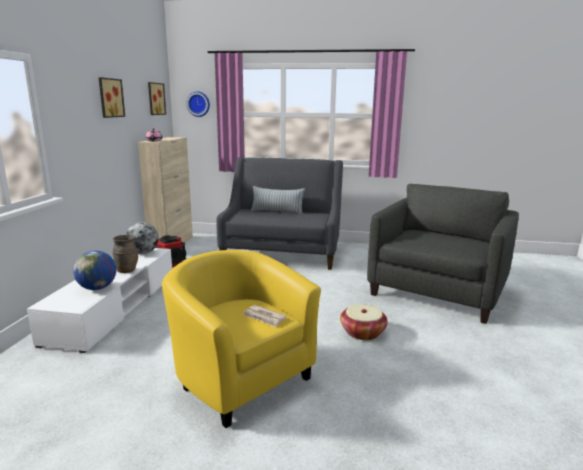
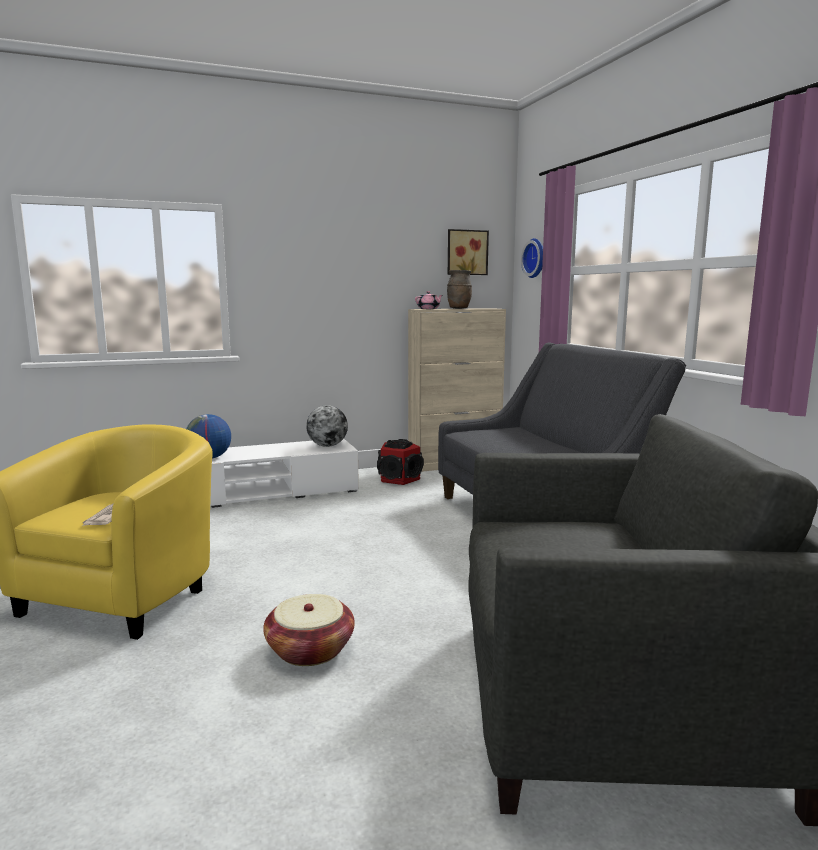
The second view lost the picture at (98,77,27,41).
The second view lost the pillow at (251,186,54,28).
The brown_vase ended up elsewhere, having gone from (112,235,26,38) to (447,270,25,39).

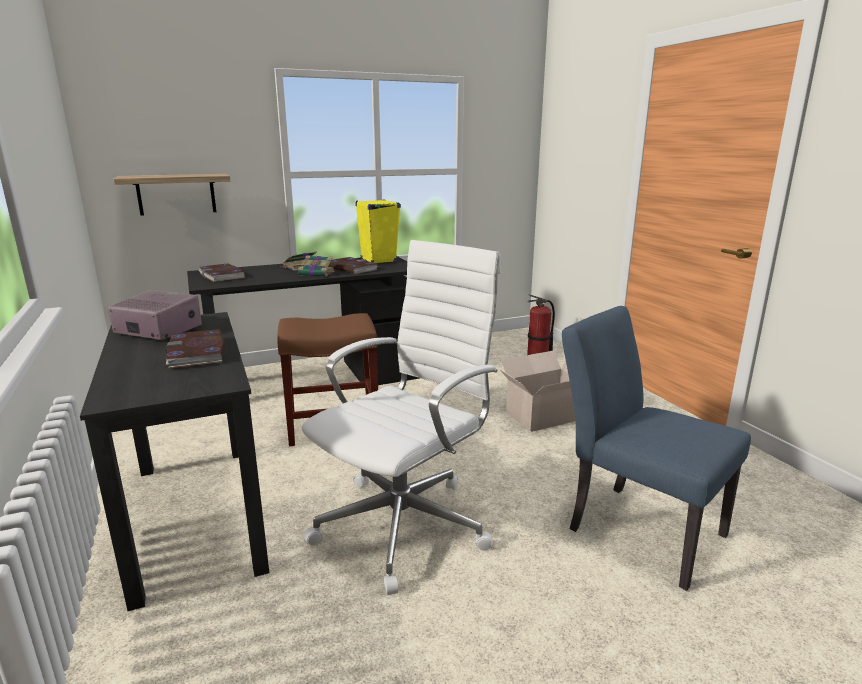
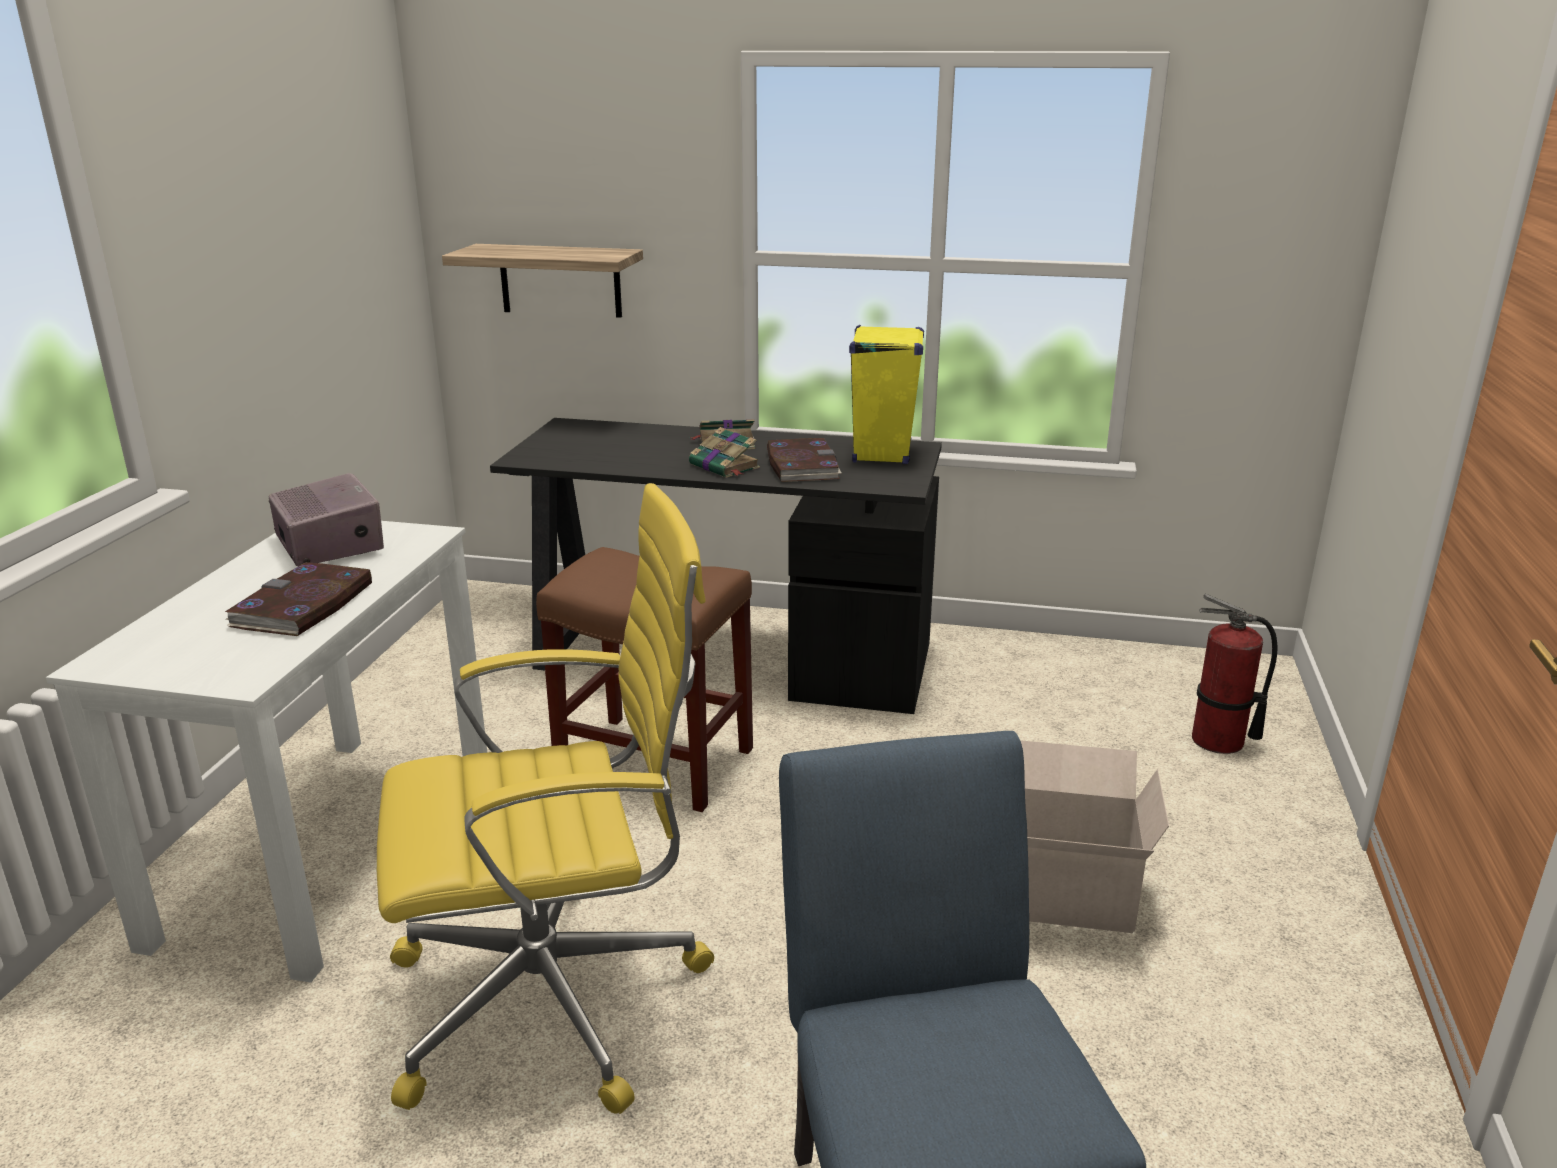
What was the white_office_chair at (302,240,199,355) turned into the yellow_office_chair at (377,483,337,631).
The second view lost the book at (198,263,47,19).
What was the black_desk at (80,312,189,299) turned into the white_desk at (46,521,441,462).

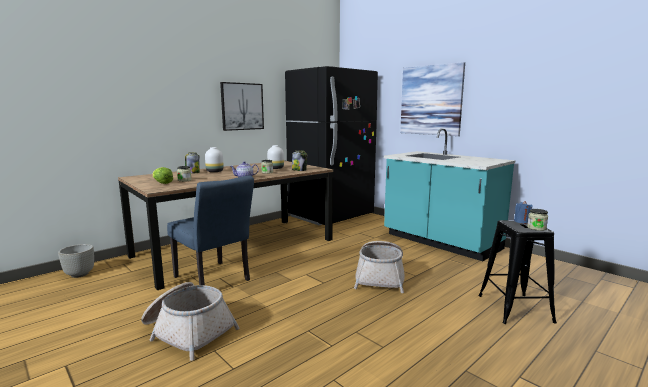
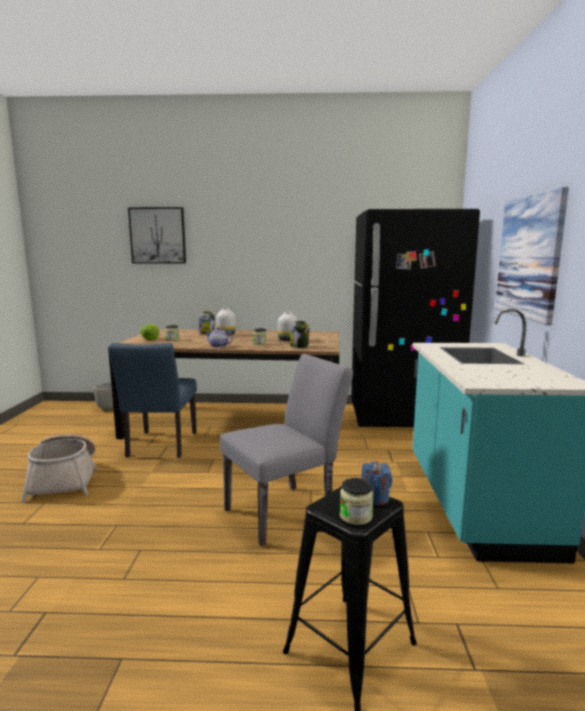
The picture ended up elsewhere, having gone from (220,82,44,49) to (128,207,58,56).
Where the basket stood at (354,241,50,52), the grey_chair came to stand at (220,354,133,193).

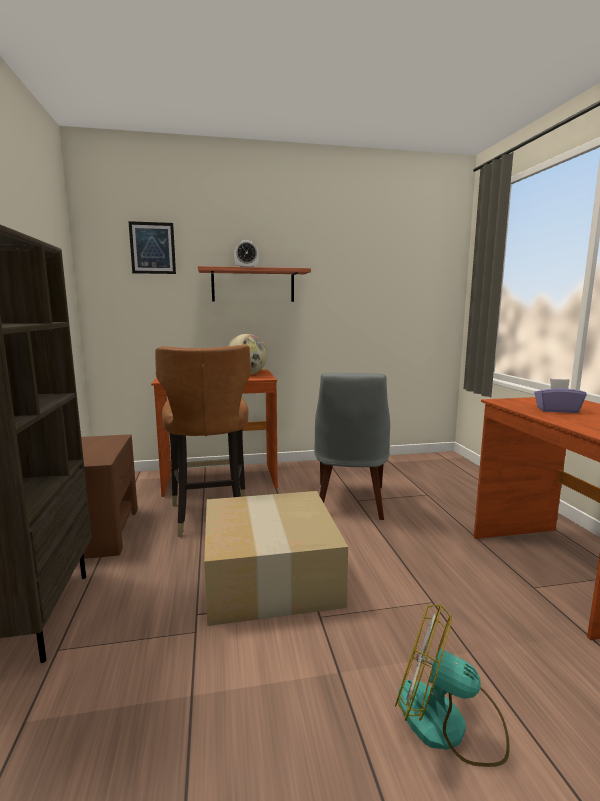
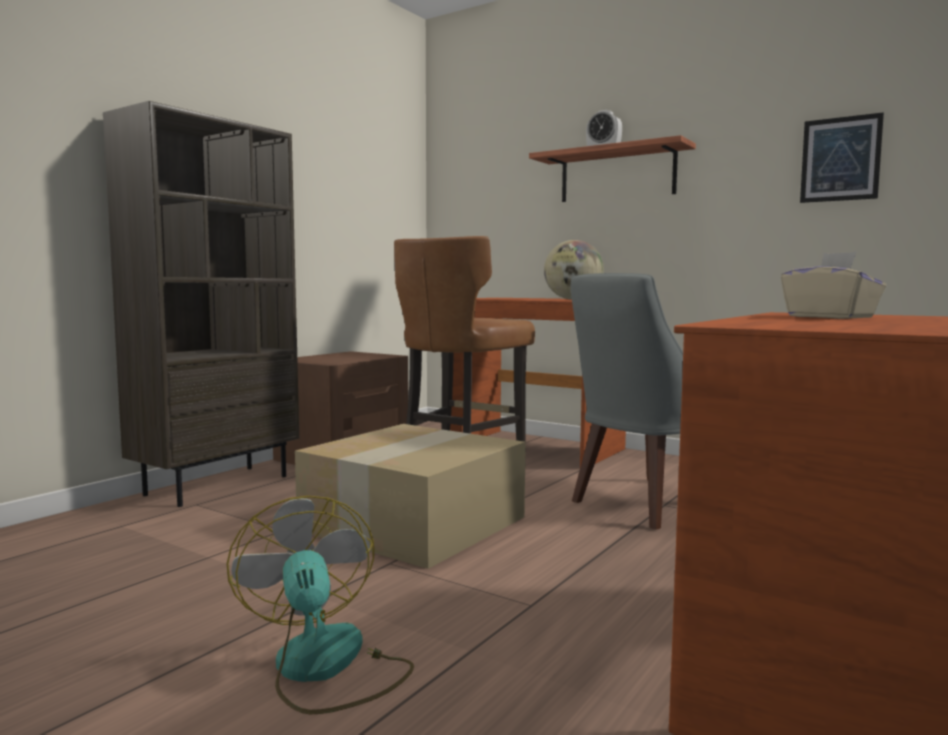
The picture ended up elsewhere, having gone from (129,221,47,53) to (800,112,84,91).
What was the purple_tissue_box at (534,379,53,34) turned into the beige_tissue_box at (781,251,105,68).

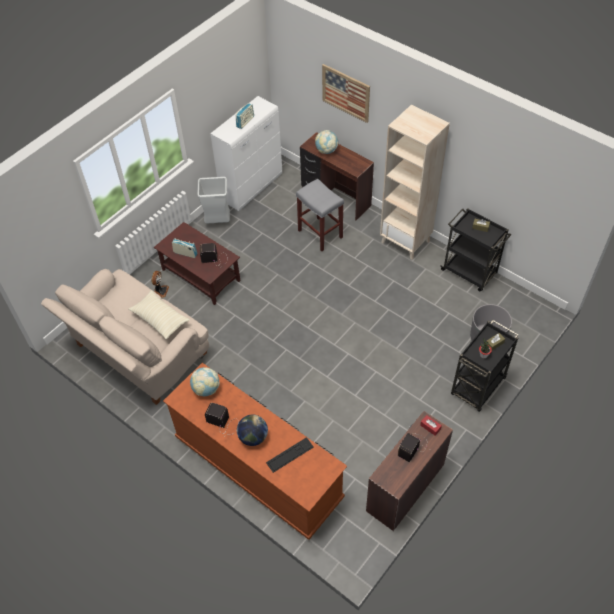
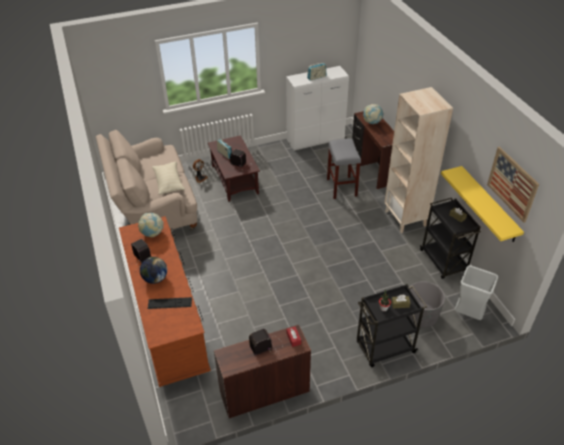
The picture ended up elsewhere, having gone from (322,64,48,59) to (487,147,52,76).
The grey_trash_can ended up elsewhere, having gone from (197,177,33,46) to (455,265,43,55).
The second view gained the yellow_shelf at (441,166,83,76).

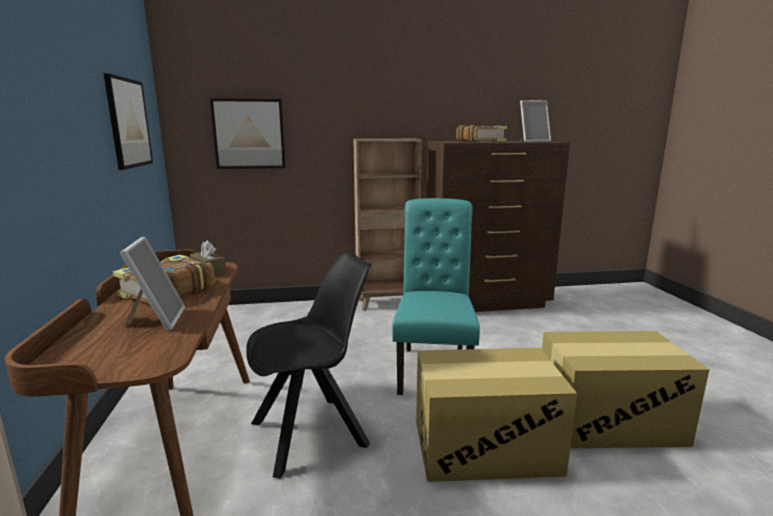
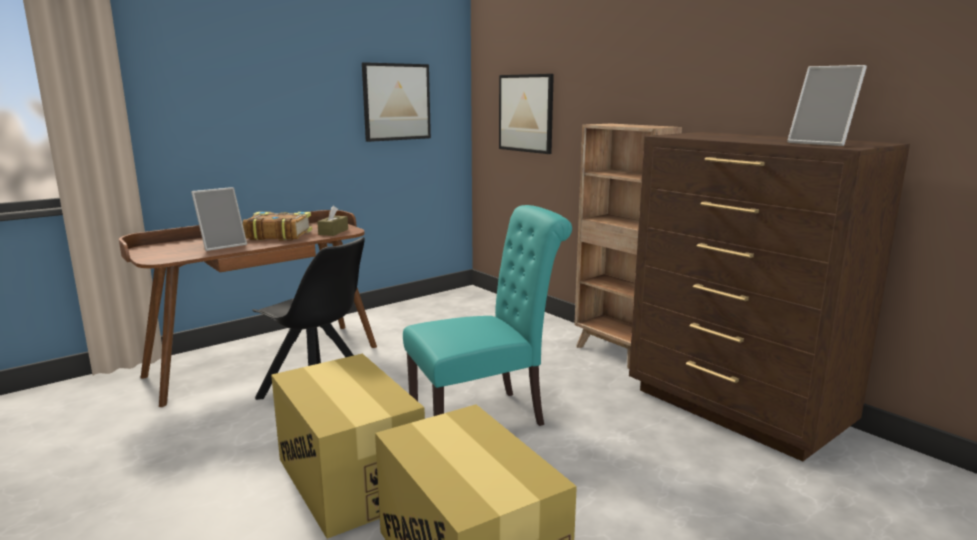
The second view lost the book at (456,125,51,17).

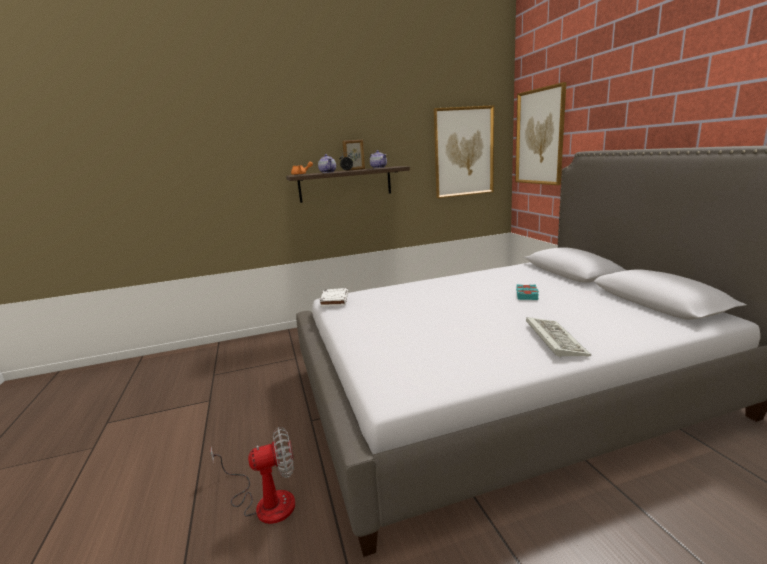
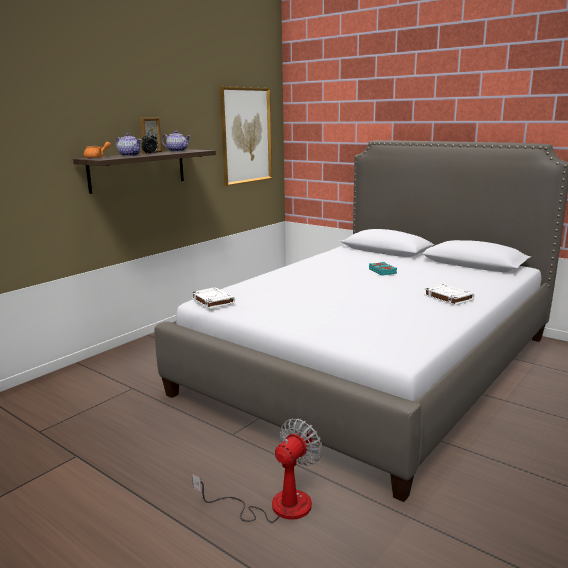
The second view lost the picture at (515,82,51,103).
Where the keyboard stood at (526,317,65,41), the white_book came to stand at (424,284,50,21).

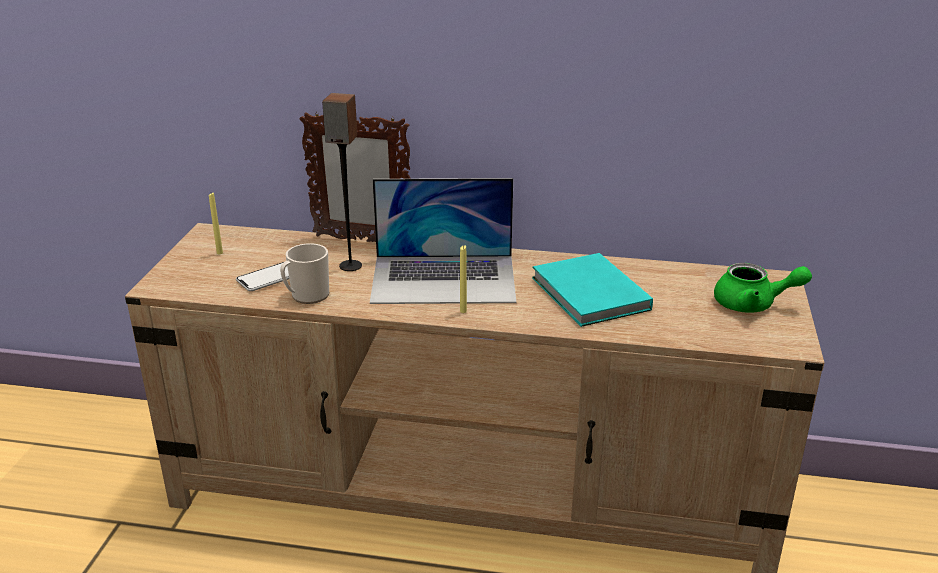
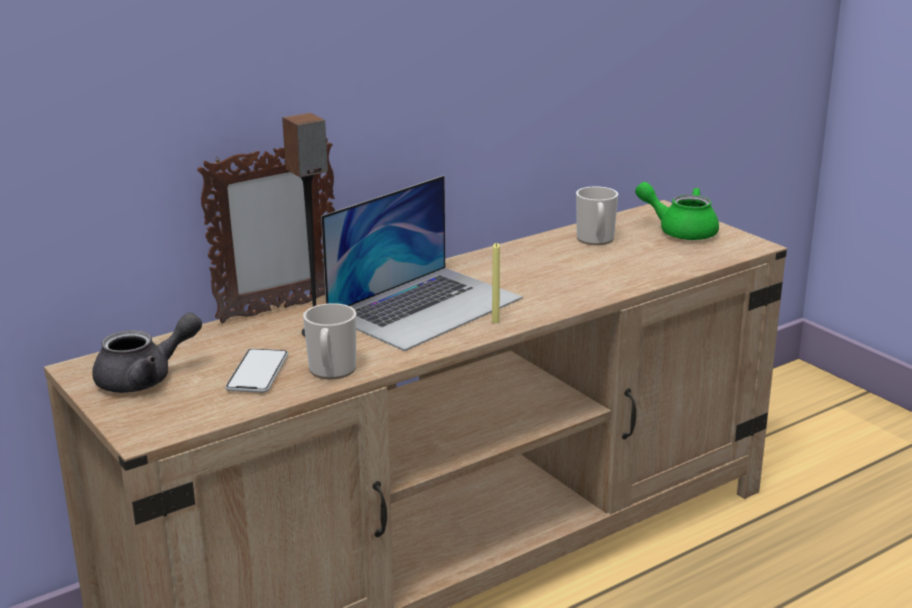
Where the yellow_candle stood at (209,193,14,61), the grey_teapot came to stand at (92,313,110,80).
The second view lost the turquoise_book at (532,253,121,74).
The green_teapot at (714,263,98,50) ended up facing another way, 120 degrees counterclockwise from before.
The second view gained the mug at (576,186,42,59).

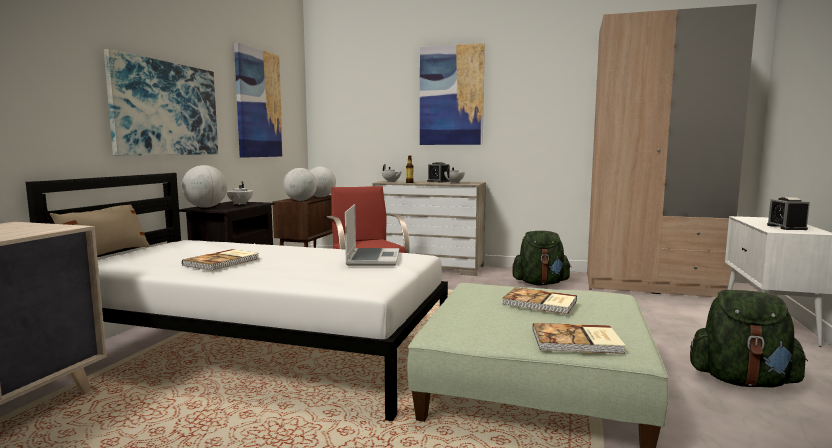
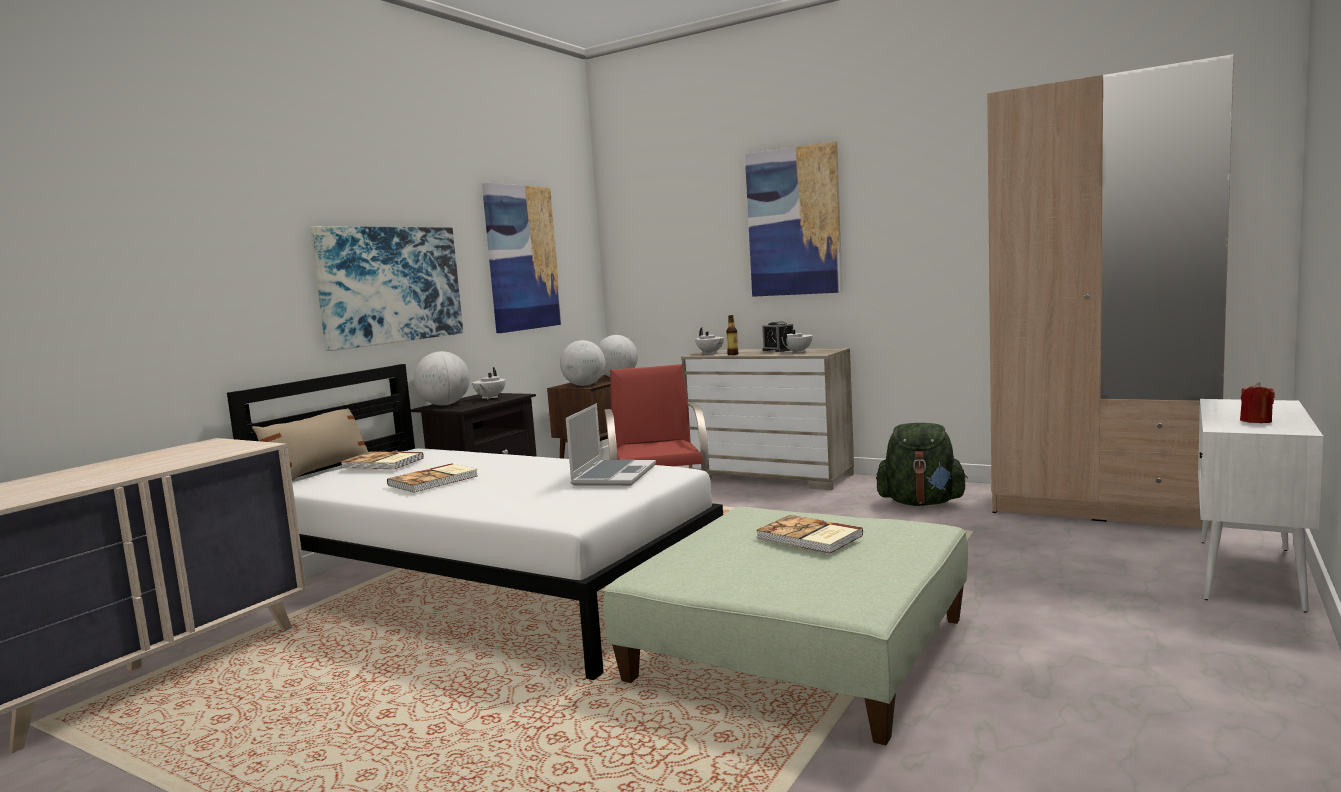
Where the alarm_clock stood at (767,197,43,33), the red_candle came to stand at (1240,382,35,41).
The second view lost the green_backpack at (690,290,118,98).
The book ended up elsewhere, having gone from (533,323,93,31) to (340,451,84,18).

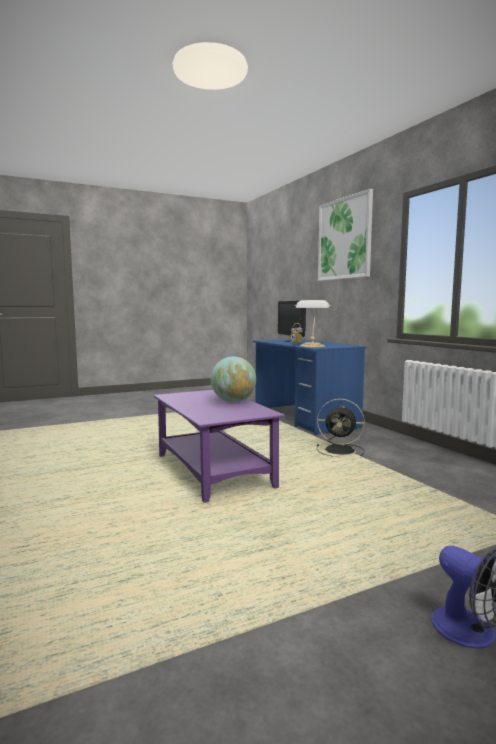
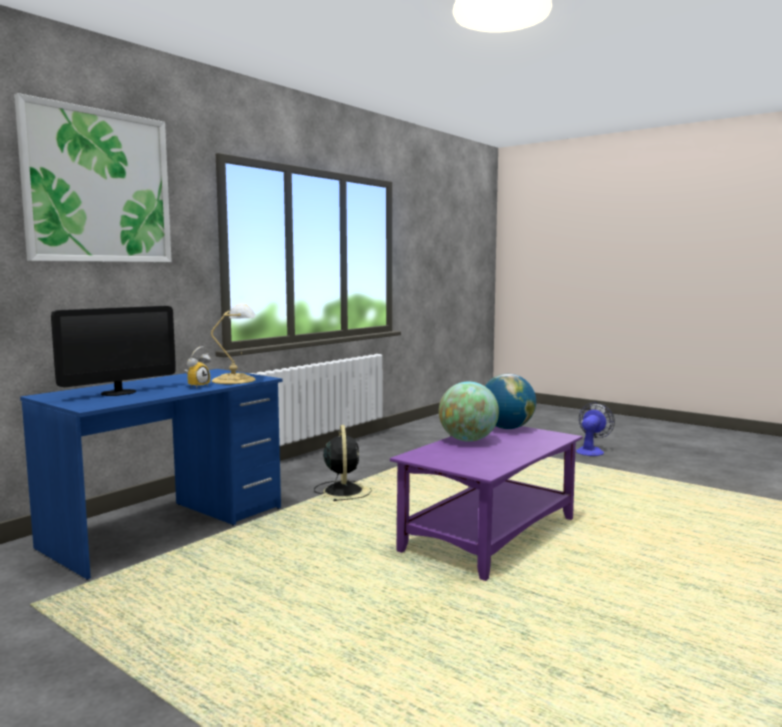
The second view gained the globe at (485,374,51,55).

